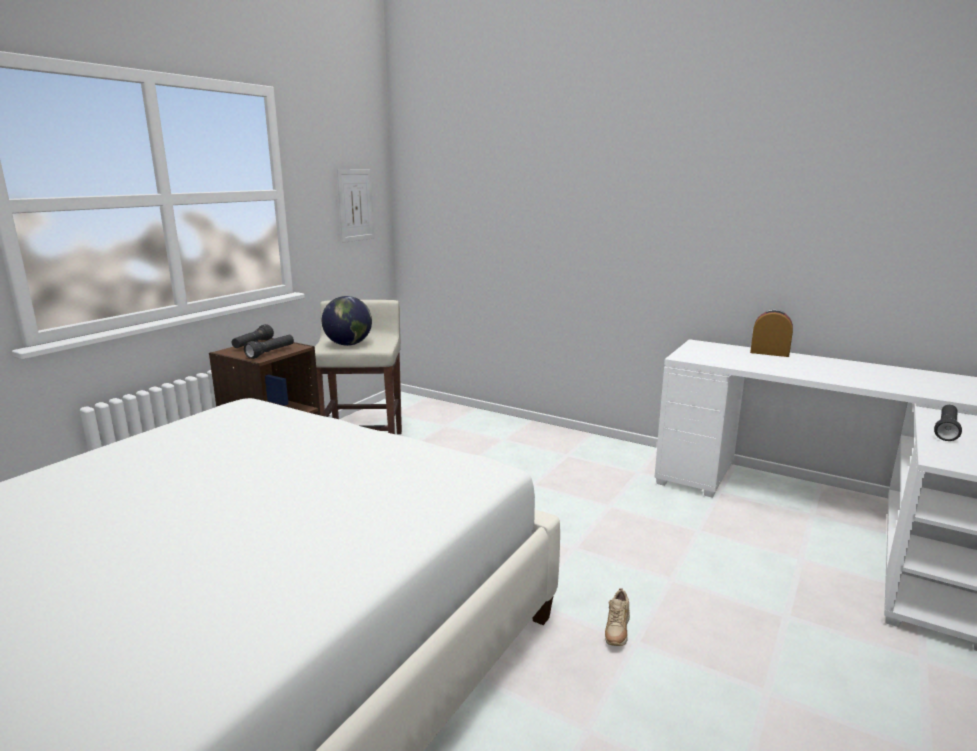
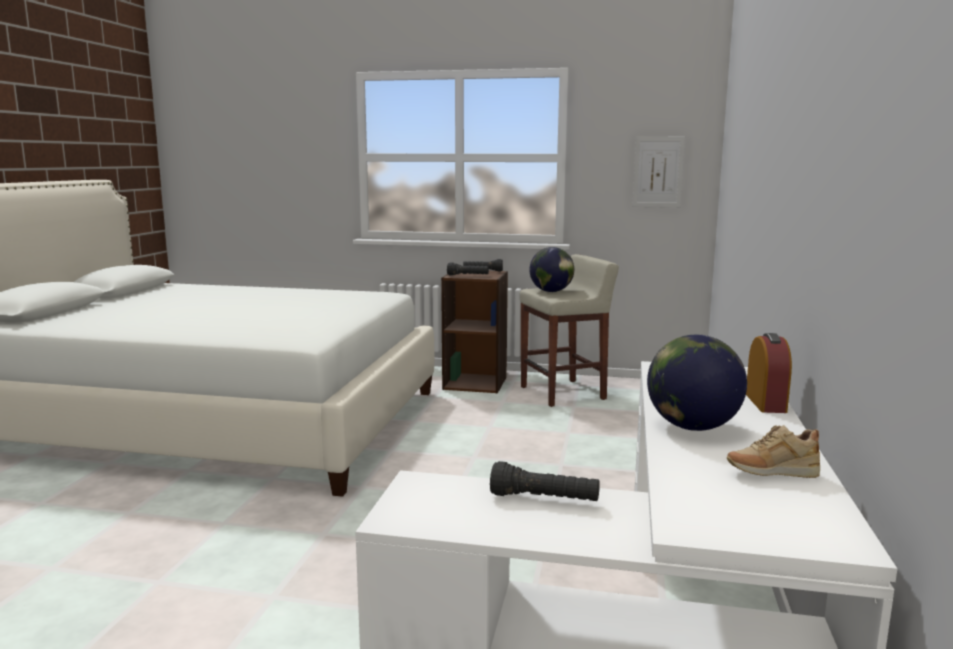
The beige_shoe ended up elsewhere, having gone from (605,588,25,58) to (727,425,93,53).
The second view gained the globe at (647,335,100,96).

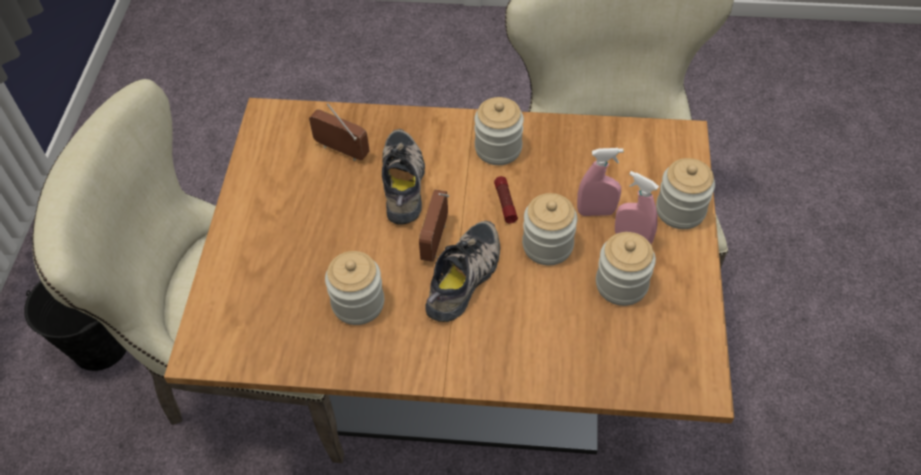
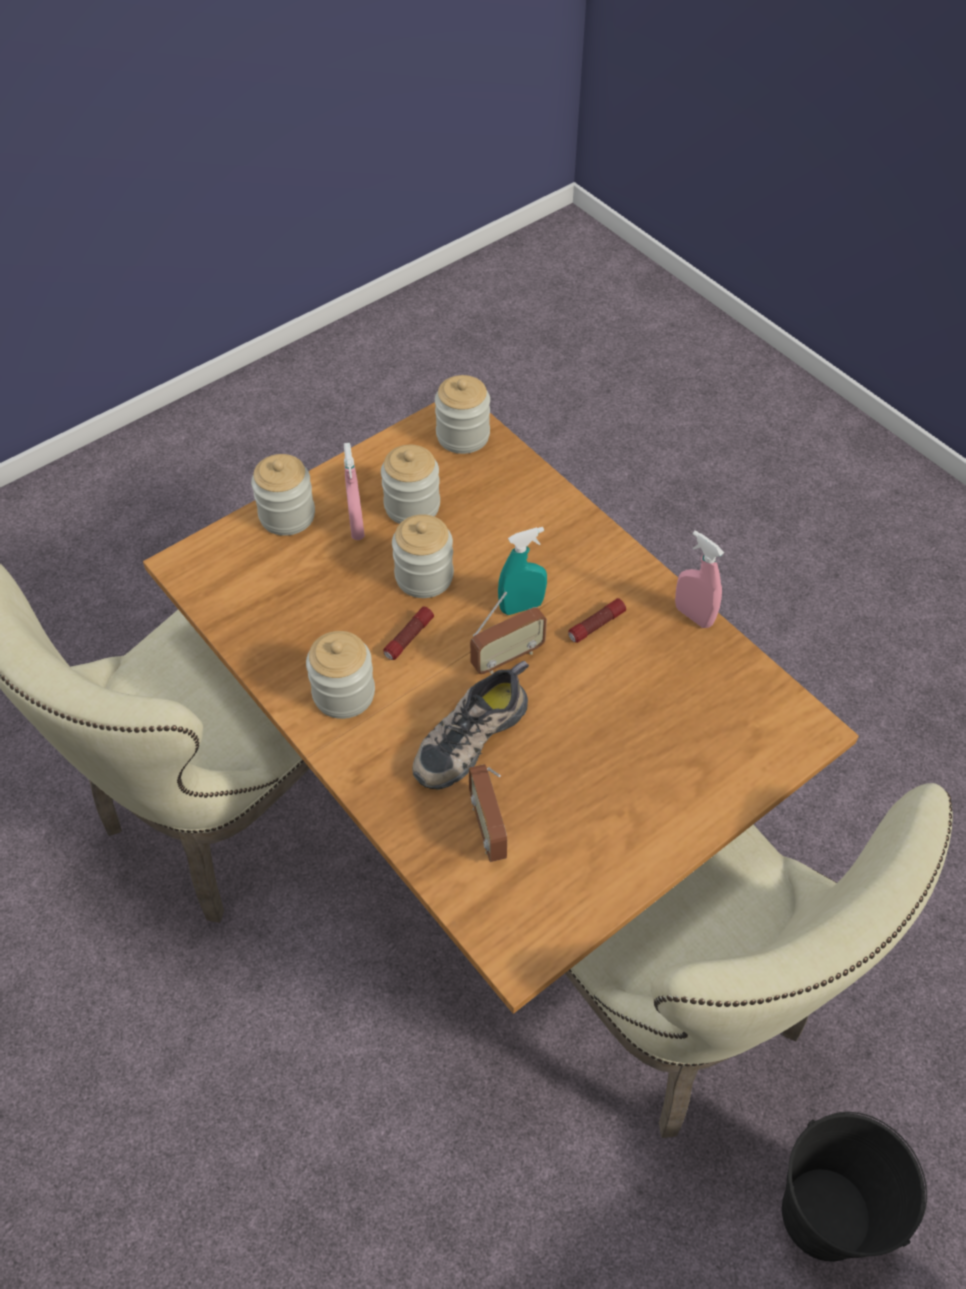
The pink_spray_bottle ended up elsewhere, having gone from (577,148,46,68) to (675,530,49,98).
Where the shoe stood at (425,220,75,102), the turquoise_spray_bottle came to stand at (498,527,49,88).
The jar ended up elsewhere, having gone from (325,251,59,74) to (435,375,55,79).
The second view gained the flashlight at (568,598,58,45).

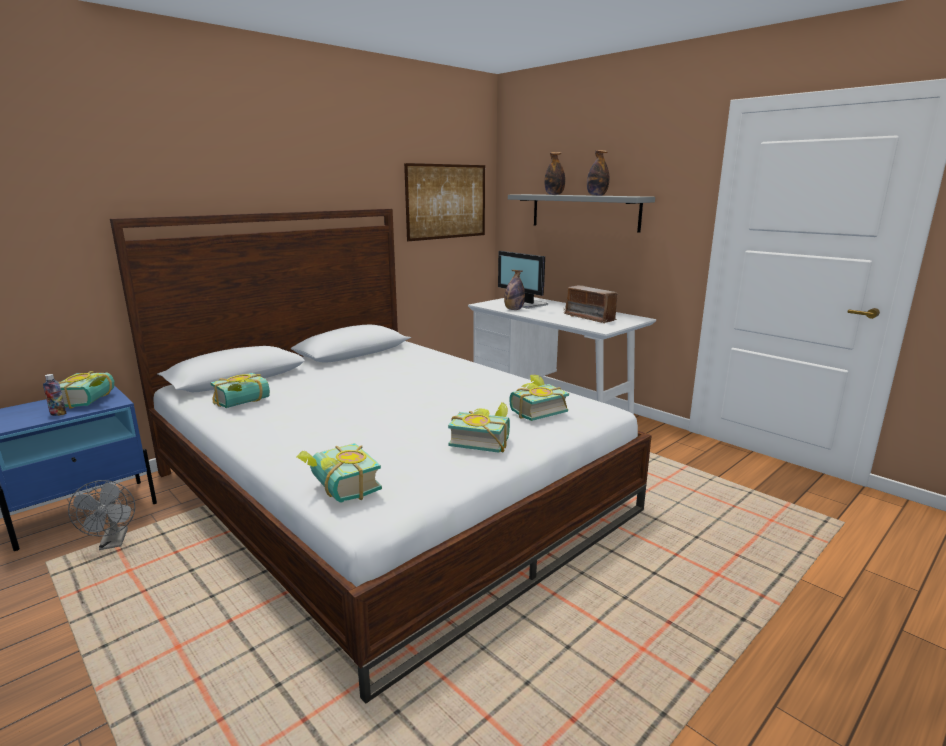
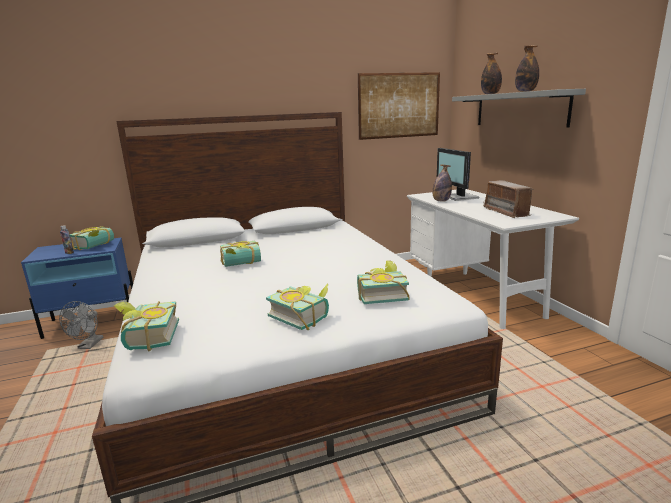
The book ended up elsewhere, having gone from (210,373,60,35) to (220,240,41,27).

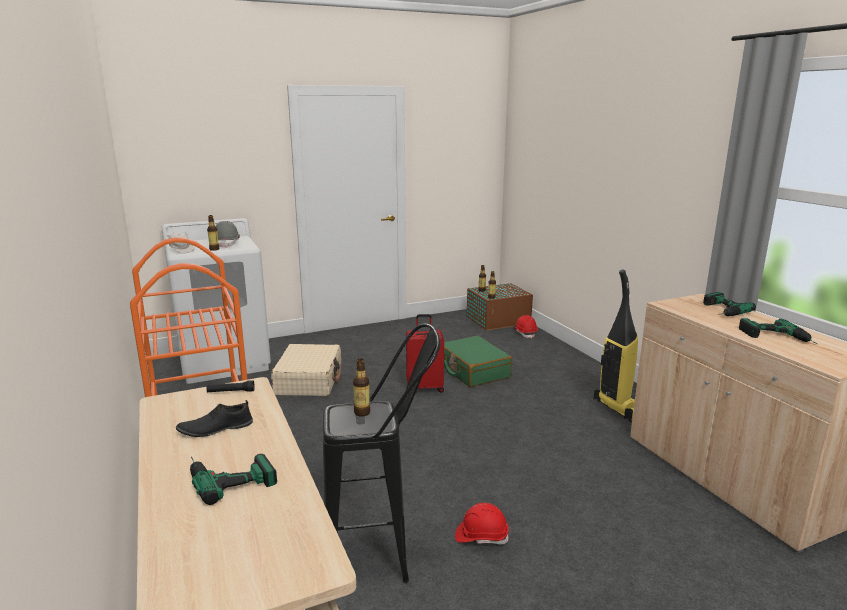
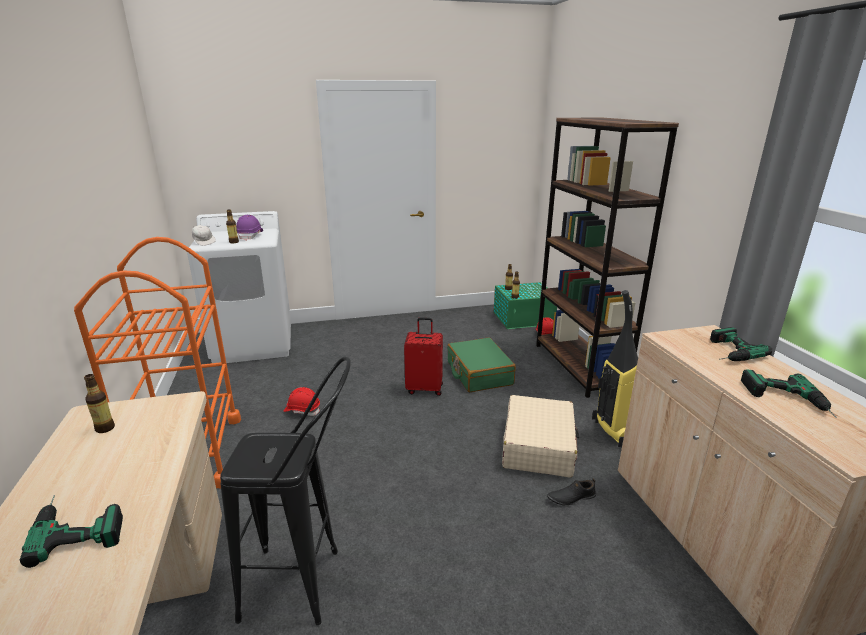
What was the grey_hard_hat at (216,221,24,27) turned into the purple_hard_hat at (236,215,27,26).
What was the brown_storage_box at (467,283,66,47) turned into the green_storage_box at (494,282,63,47).
The beige_suitcase ended up elsewhere, having gone from (271,344,70,52) to (502,395,77,83).
The bottle ended up elsewhere, having gone from (353,358,17,58) to (84,374,31,59).
The second view lost the black_flashlight at (206,380,49,13).
The black_shoe ended up elsewhere, having gone from (176,400,77,37) to (547,478,49,27).
The red_hard_hat ended up elsewhere, having gone from (455,503,54,42) to (284,387,36,29).
The second view gained the brown_bookcase at (536,117,143,281).

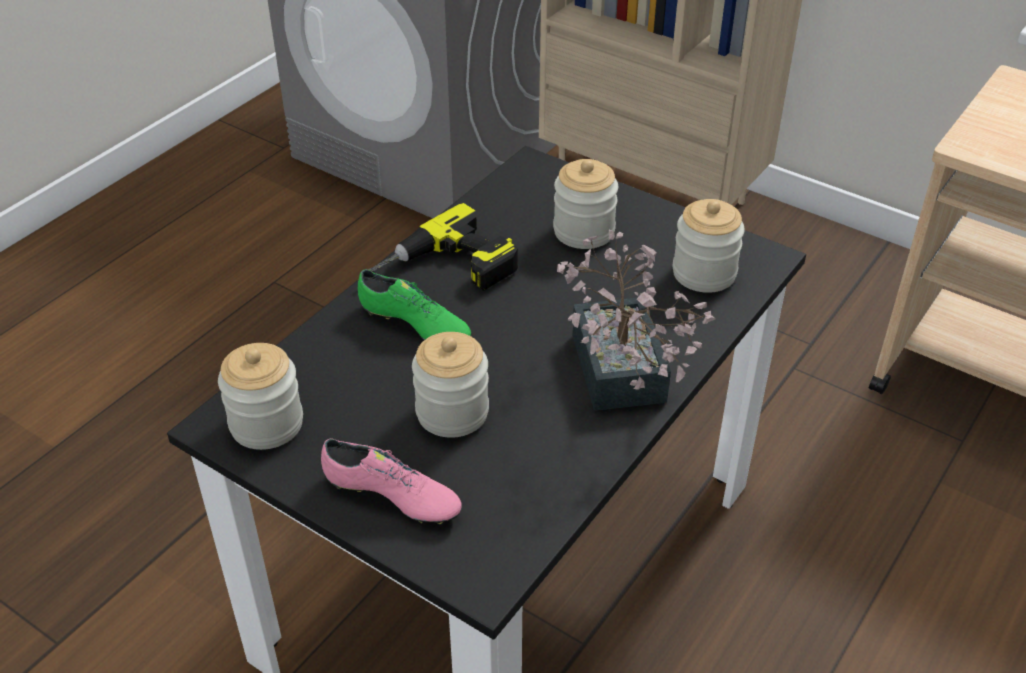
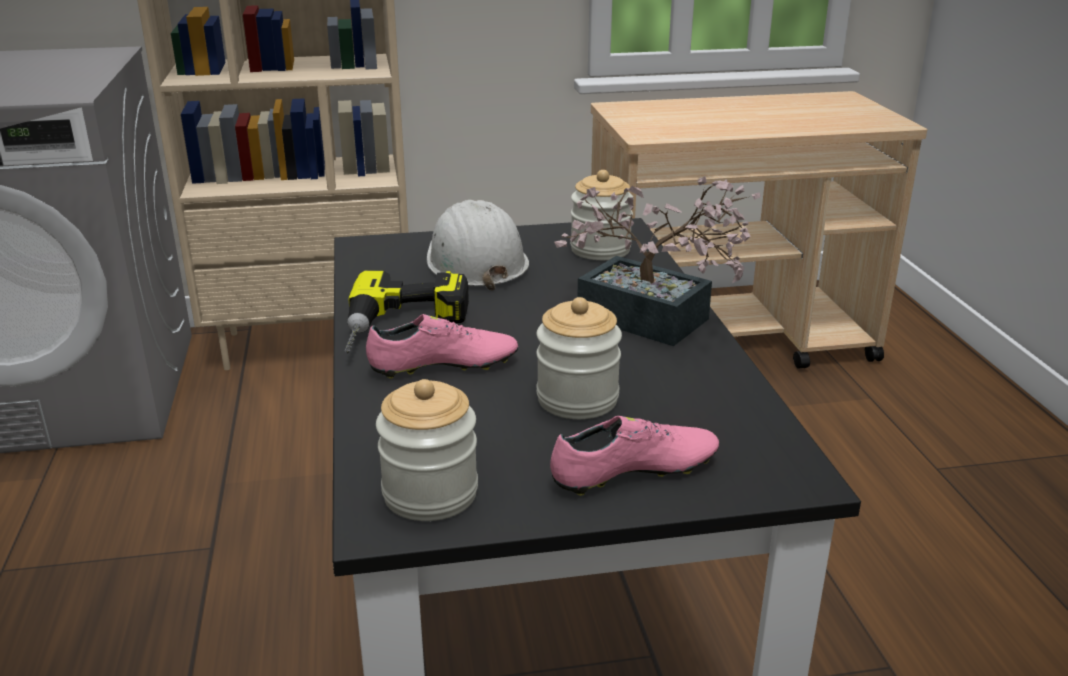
Where the jar stood at (553,159,65,90), the white_hard_hat came to stand at (427,200,102,91).
What was the green_shoe at (358,269,113,71) turned into the pink_shoe at (366,314,152,65).

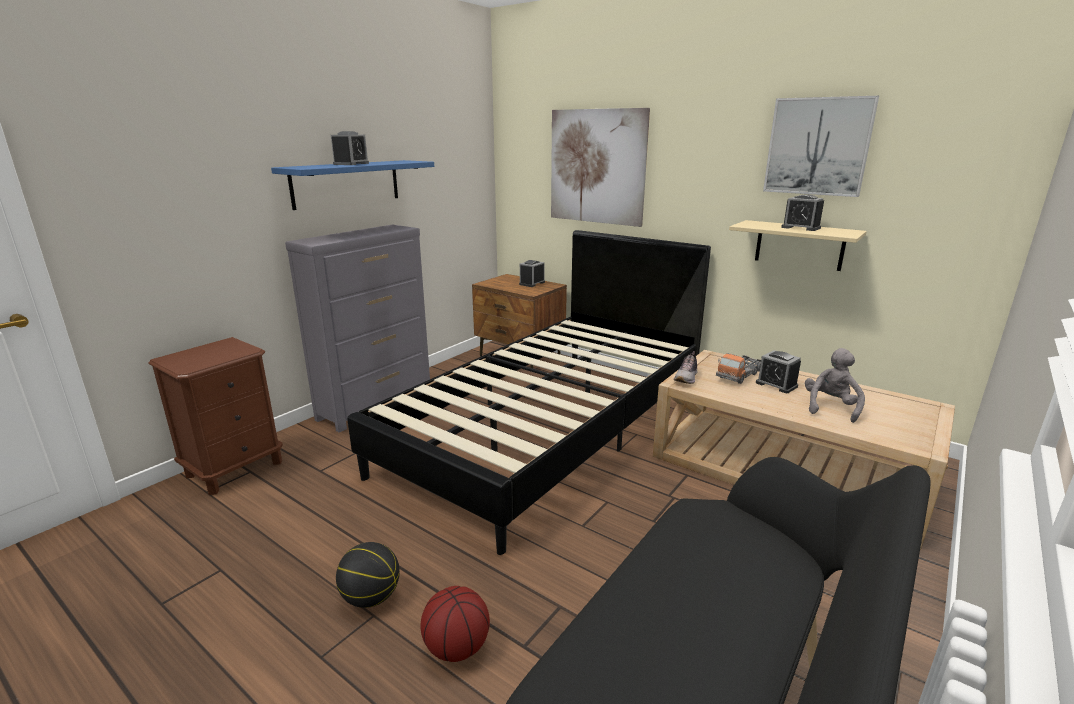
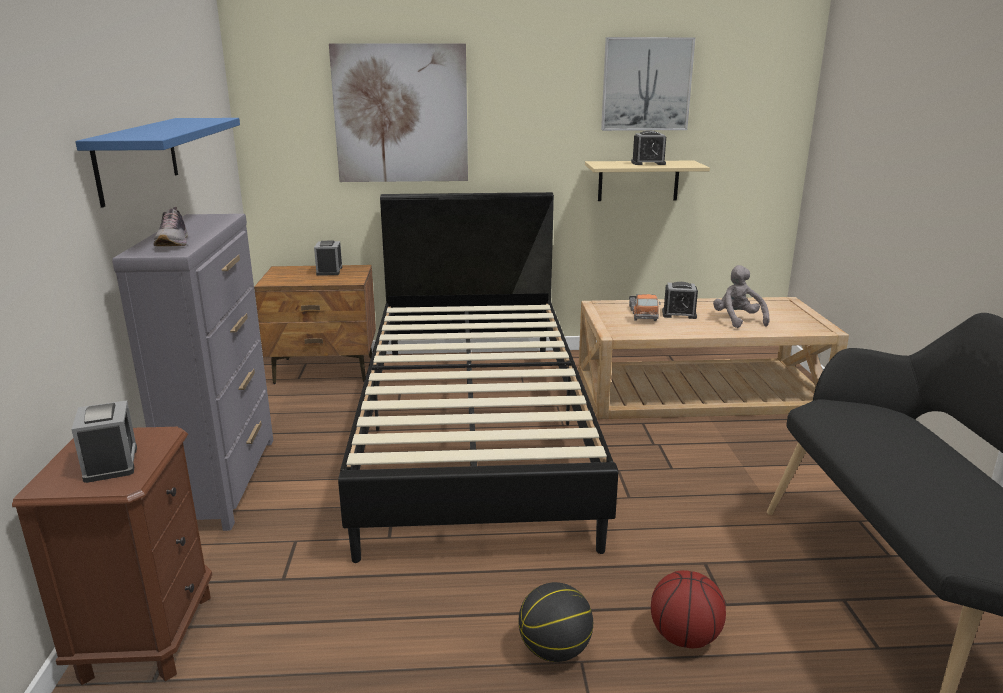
The alarm_clock ended up elsewhere, having gone from (331,131,38,34) to (71,400,66,83).
The shoe ended up elsewhere, having gone from (674,351,23,33) to (153,207,35,39).

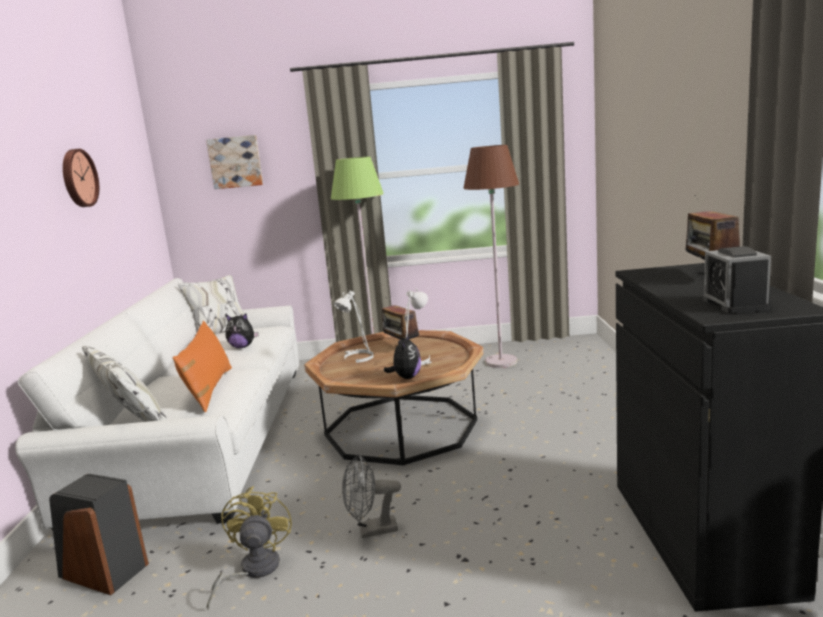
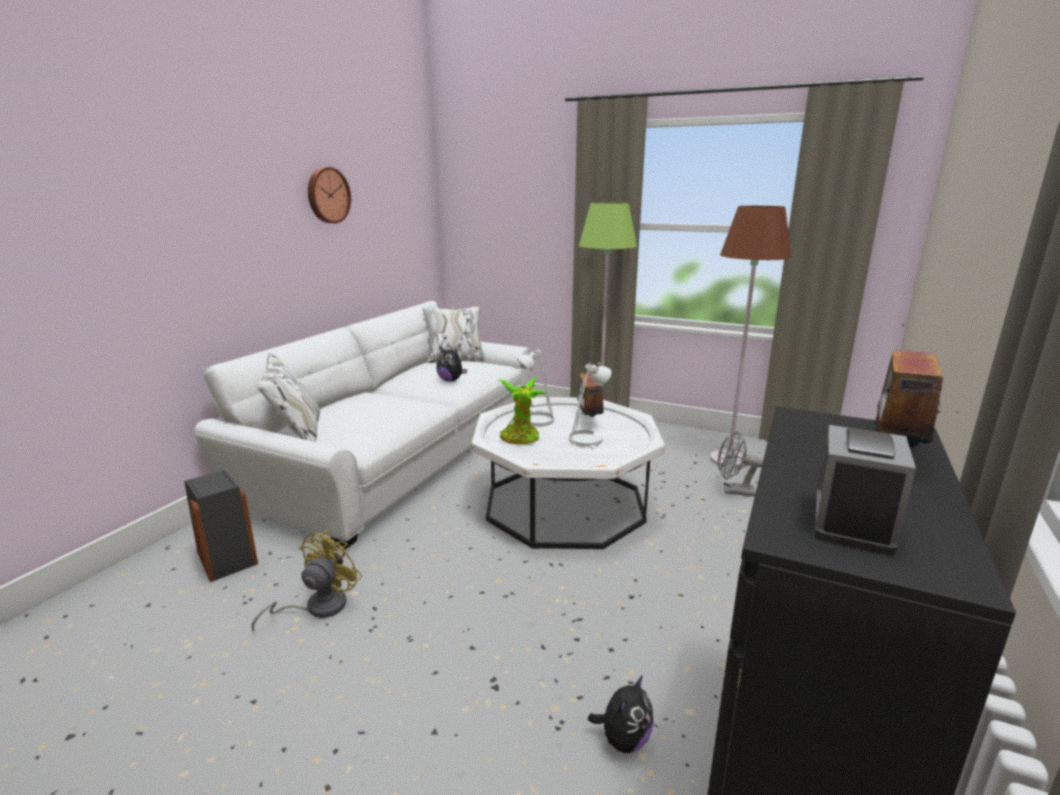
The second view lost the picture at (206,135,57,54).
The second view lost the orange_pillow at (173,321,59,91).
What was the brown_coffee_table at (304,330,179,135) turned into the white_coffee_table at (472,397,193,152).
The plush_toy ended up elsewhere, having gone from (384,335,37,44) to (588,675,66,78).
The grey_fan ended up elsewhere, having gone from (342,454,59,84) to (718,431,45,66).
The second view gained the potted_plant at (498,377,48,68).

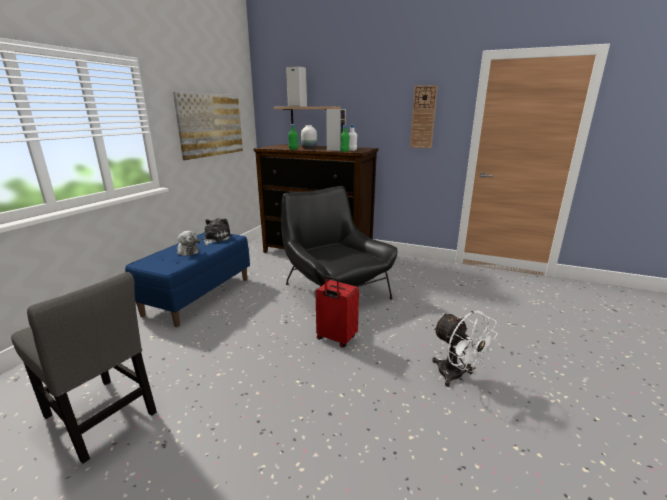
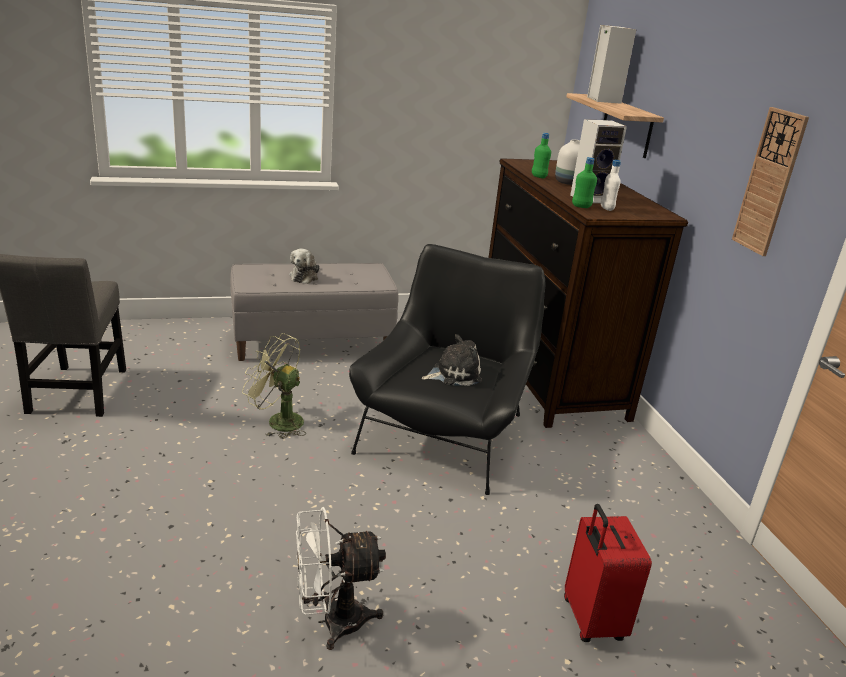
The second view lost the picture at (173,92,70,68).
The plush_toy ended up elsewhere, having gone from (202,218,30,27) to (421,334,61,52).
What was the blue_bench at (125,232,125,95) turned into the grey_bench at (230,263,169,98).
The red_suitcase ended up elsewhere, having gone from (315,275,44,73) to (564,504,88,138).
The white_fan at (432,311,66,76) ended up facing another way, 60 degrees clockwise from before.
The second view gained the green_fan at (242,333,64,106).

